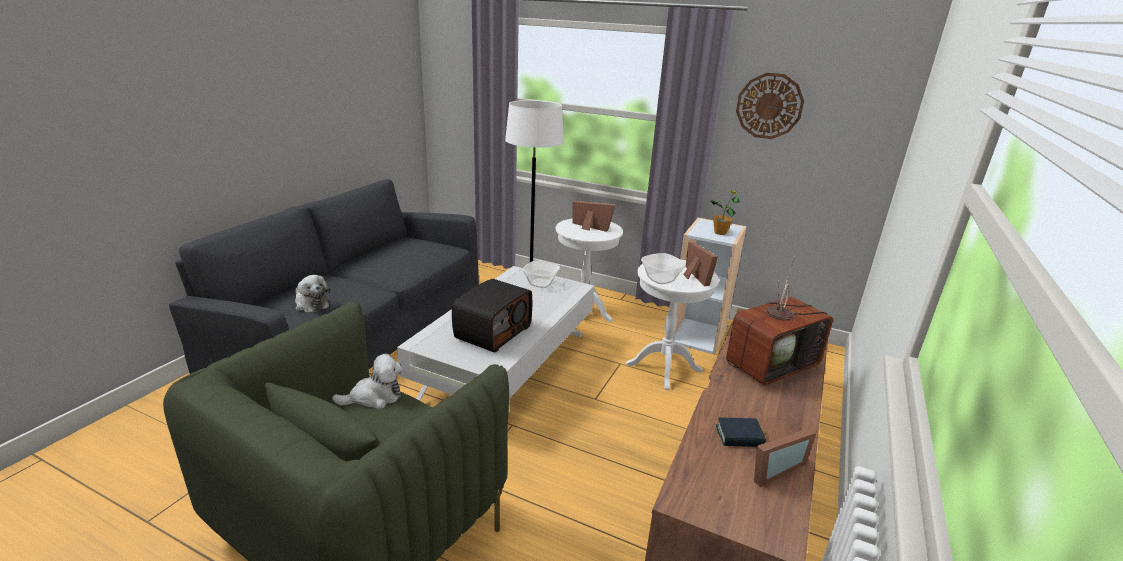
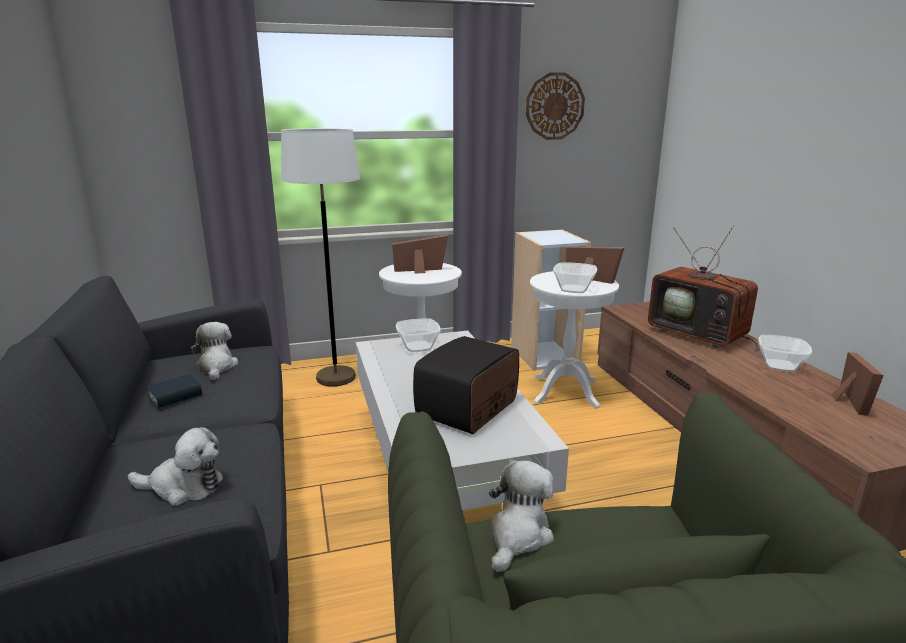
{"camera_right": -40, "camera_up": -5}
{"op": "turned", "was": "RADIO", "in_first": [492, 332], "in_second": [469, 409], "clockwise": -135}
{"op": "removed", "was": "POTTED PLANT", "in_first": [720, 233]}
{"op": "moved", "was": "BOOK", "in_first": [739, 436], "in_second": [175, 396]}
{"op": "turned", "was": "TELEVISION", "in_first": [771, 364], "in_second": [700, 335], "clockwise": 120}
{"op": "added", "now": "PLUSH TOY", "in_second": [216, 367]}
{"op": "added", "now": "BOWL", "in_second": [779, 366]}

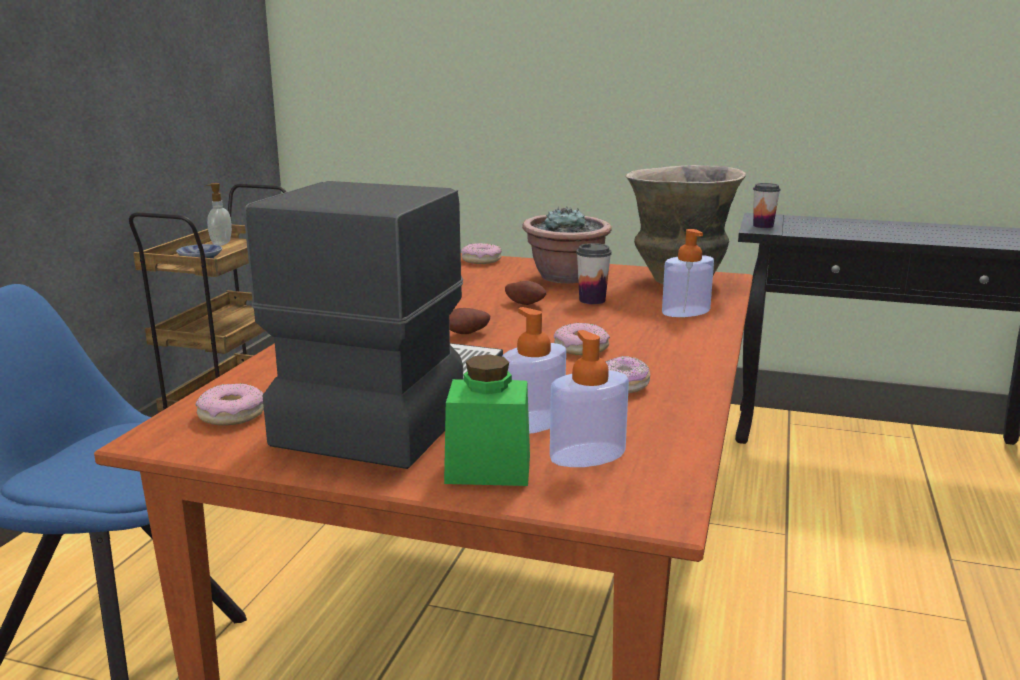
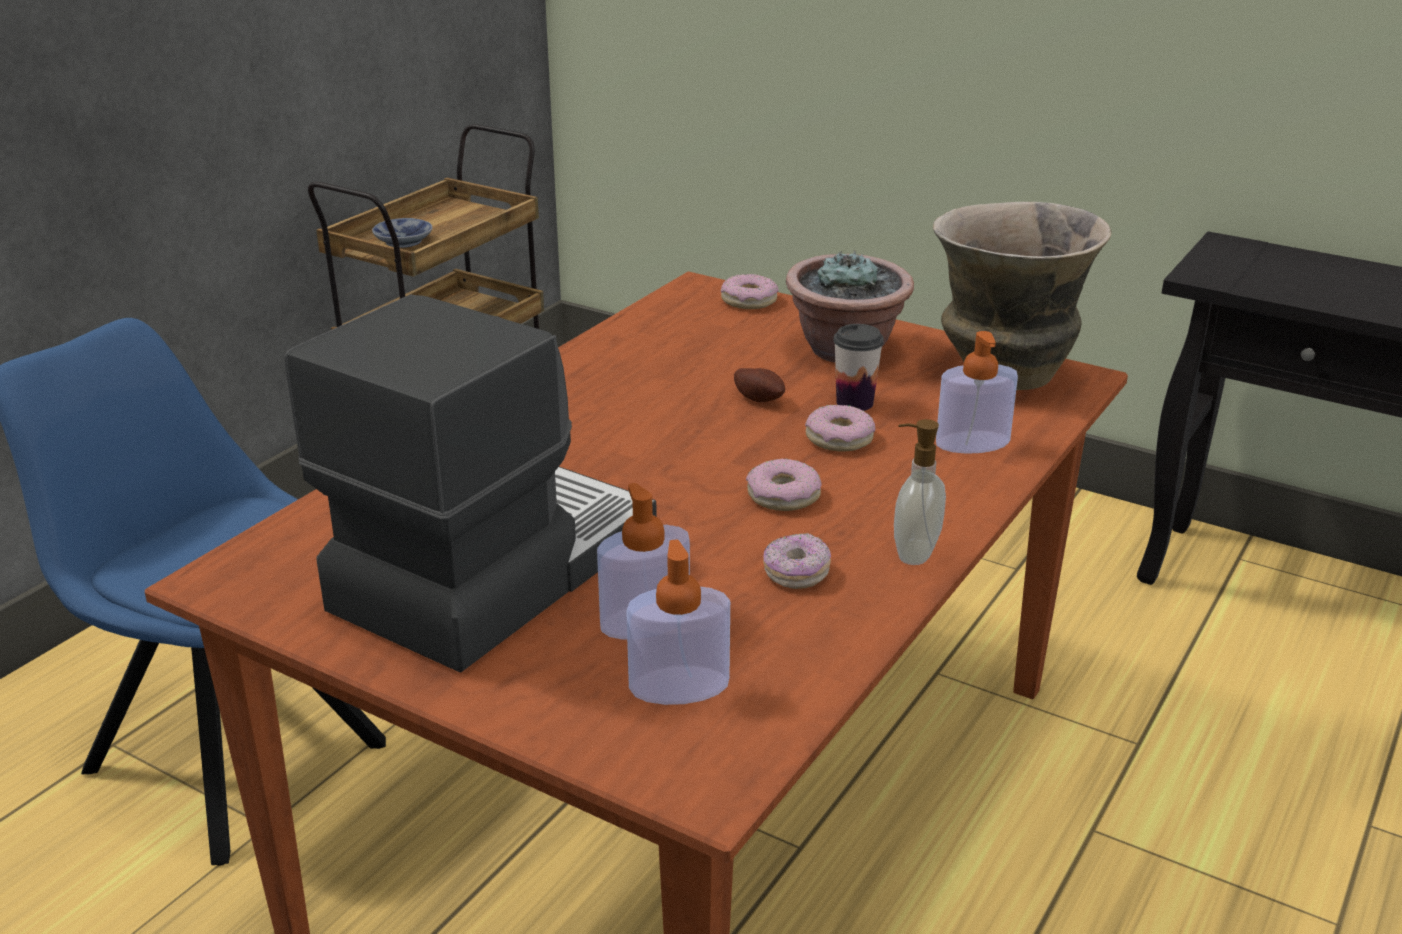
{"camera_right": 15, "camera_up": 10}
{"op": "moved", "was": "DONUT", "in_first": [231, 414], "in_second": [839, 438]}
{"op": "moved", "was": "SOAP DISPENSER", "in_first": [220, 244], "in_second": [913, 553]}
{"op": "removed", "was": "GREEN JAR", "in_first": [488, 469]}
{"op": "removed", "was": "POTATO", "in_first": [467, 334]}
{"op": "removed", "was": "CUP", "in_first": [763, 226]}

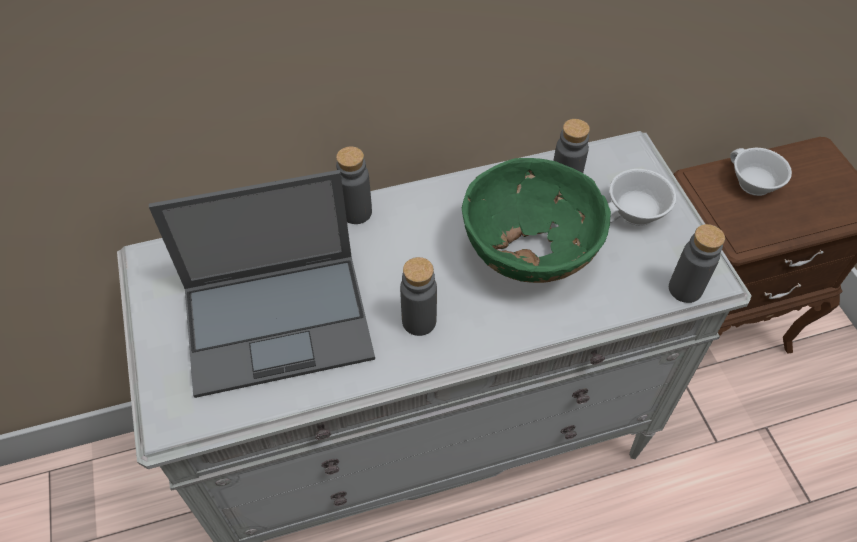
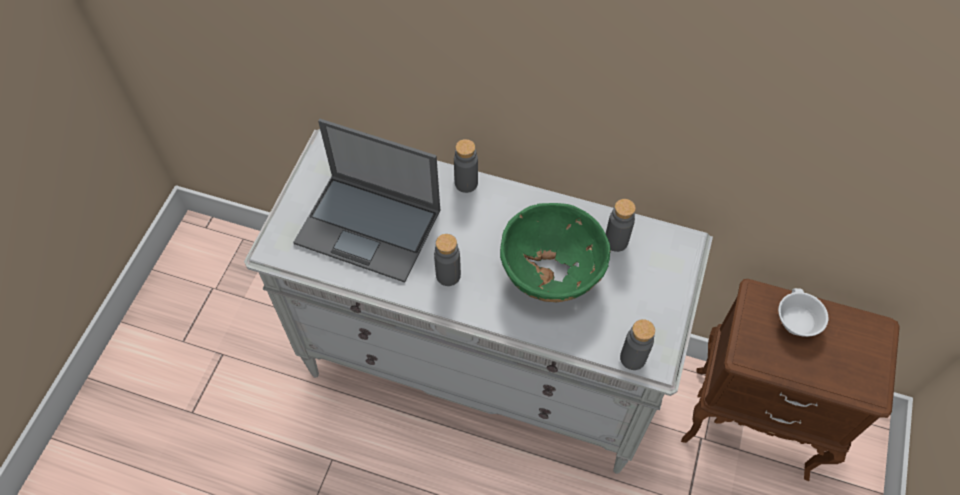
{"camera_right": 35, "camera_up": 5}
{"op": "removed", "was": "WHITE CUP", "in_first": [636, 213]}

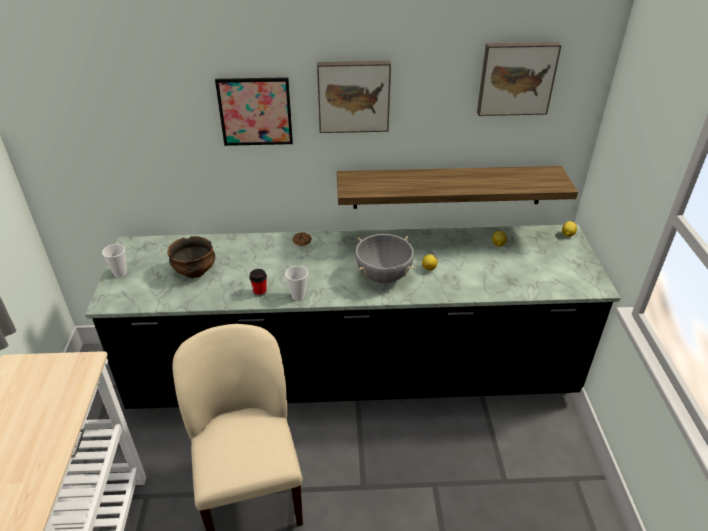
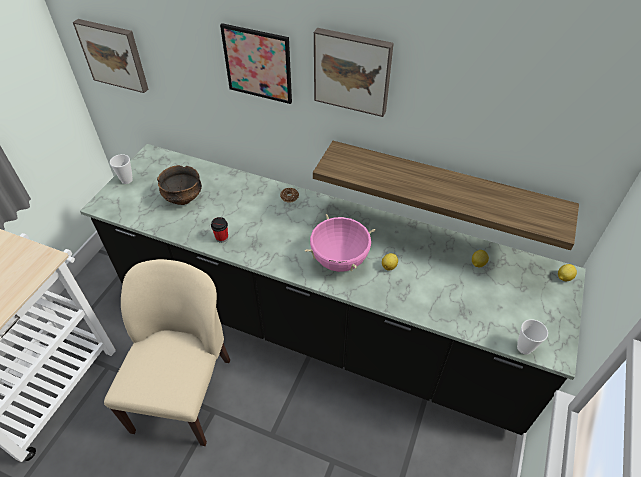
{"camera_right": 25, "camera_up": 10}
{"op": "moved", "was": "CUP", "in_first": [298, 296], "in_second": [524, 348]}
{"op": "recoloured", "was": "GREY COOKING POT", "now": "PINK COOKING POT", "in_first": [383, 276], "in_second": [339, 260]}
{"op": "moved", "was": "PICTURE", "in_first": [516, 78], "in_second": [114, 55]}

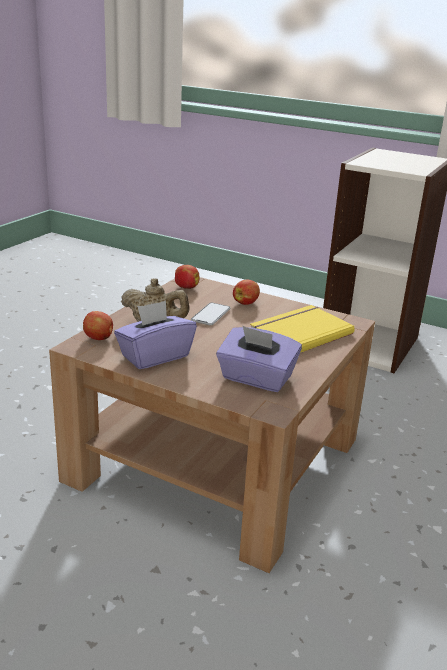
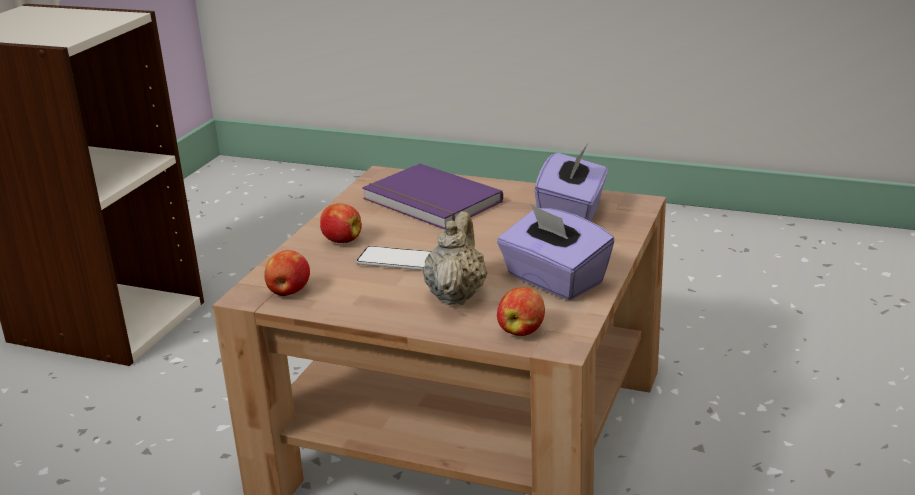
{"camera_right": -95, "camera_up": 0}
{"op": "recoloured", "was": "YELLOW BOOK", "now": "PURPLE BOOK", "in_first": [299, 332], "in_second": [429, 202]}

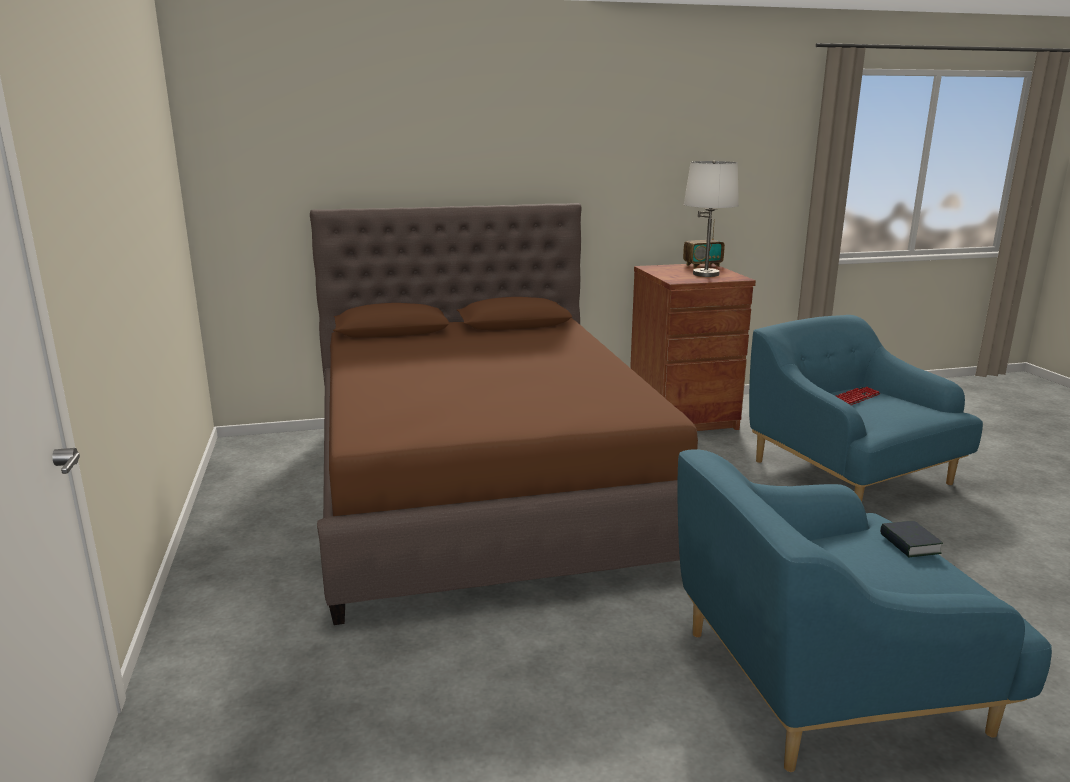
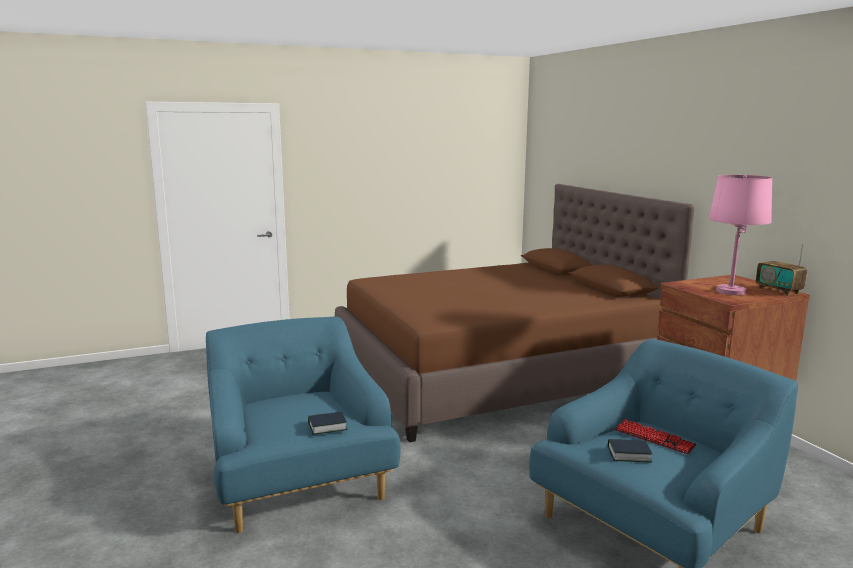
{"camera_right": 80, "camera_up": -5}
{"op": "recoloured", "was": "WHITE TABLE LAMP", "now": "PINK TABLE LAMP", "in_first": [706, 274], "in_second": [731, 291]}
{"op": "added", "now": "BOOK", "in_second": [629, 454]}

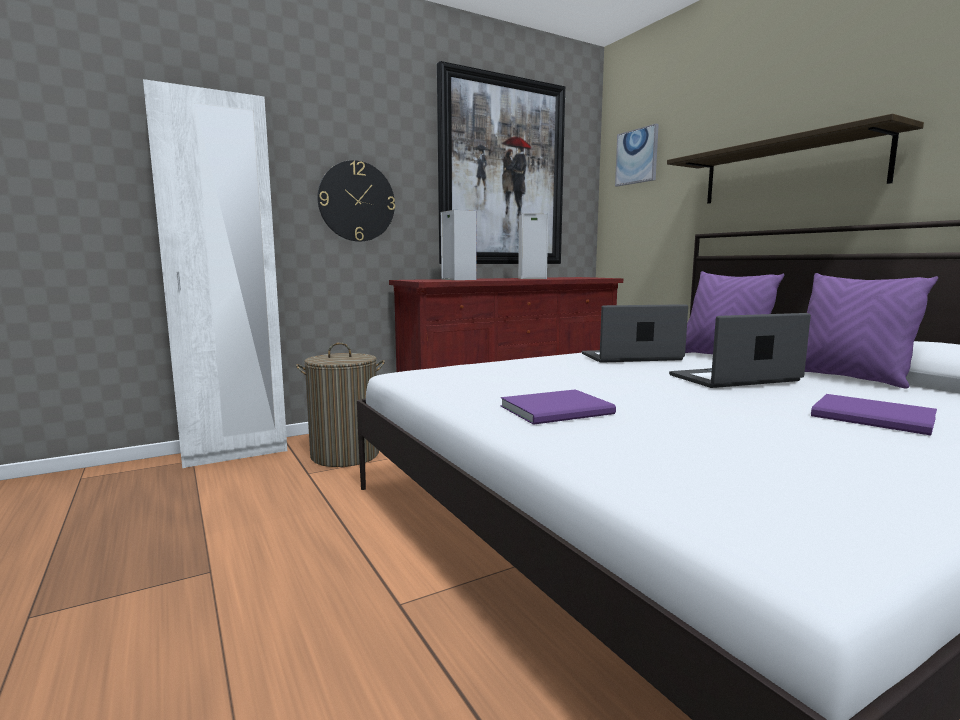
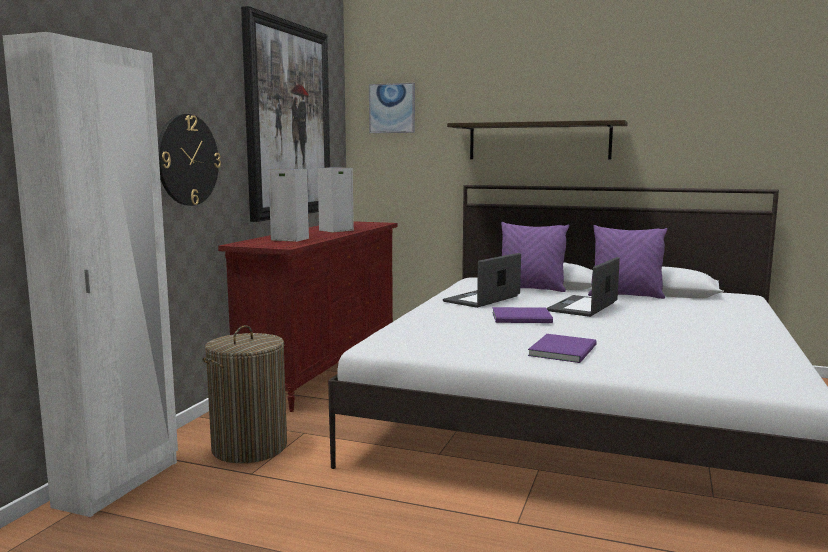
{"camera_right": -40, "camera_up": 0}
{"op": "moved", "was": "PURPLE BOOK", "in_first": [876, 418], "in_second": [523, 318]}

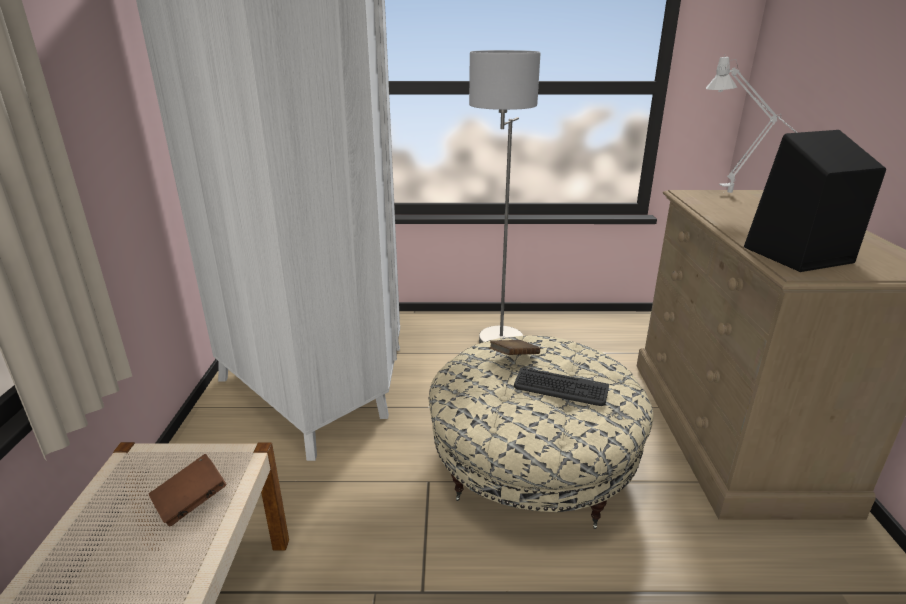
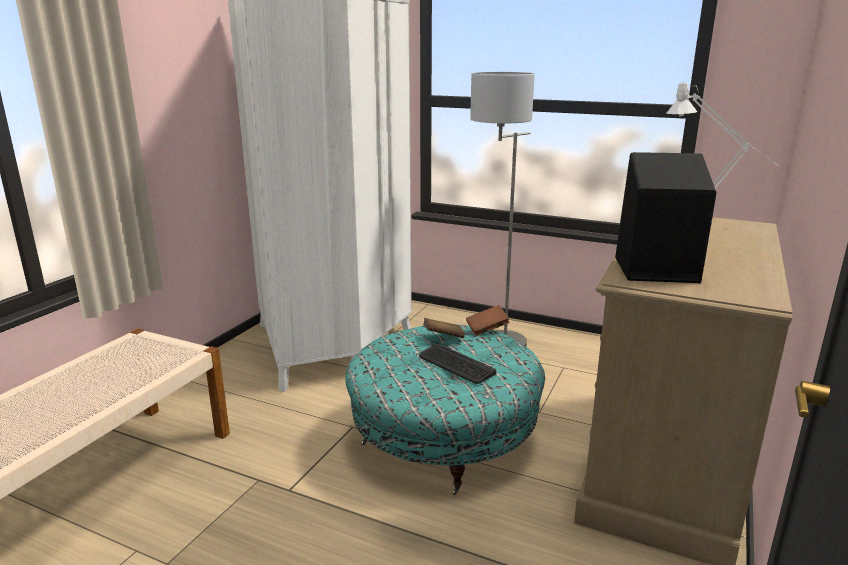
{"camera_right": 25, "camera_up": -5}
{"op": "moved", "was": "BROWN BOOK", "in_first": [191, 502], "in_second": [487, 329]}
{"op": "recoloured", "was": "BEIGE OTTOMAN", "now": "TURQUOISE OTTOMAN", "in_first": [532, 465], "in_second": [444, 439]}

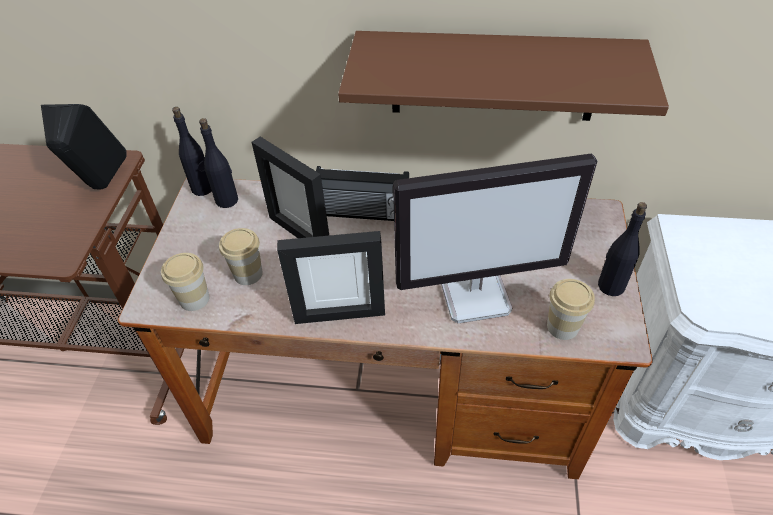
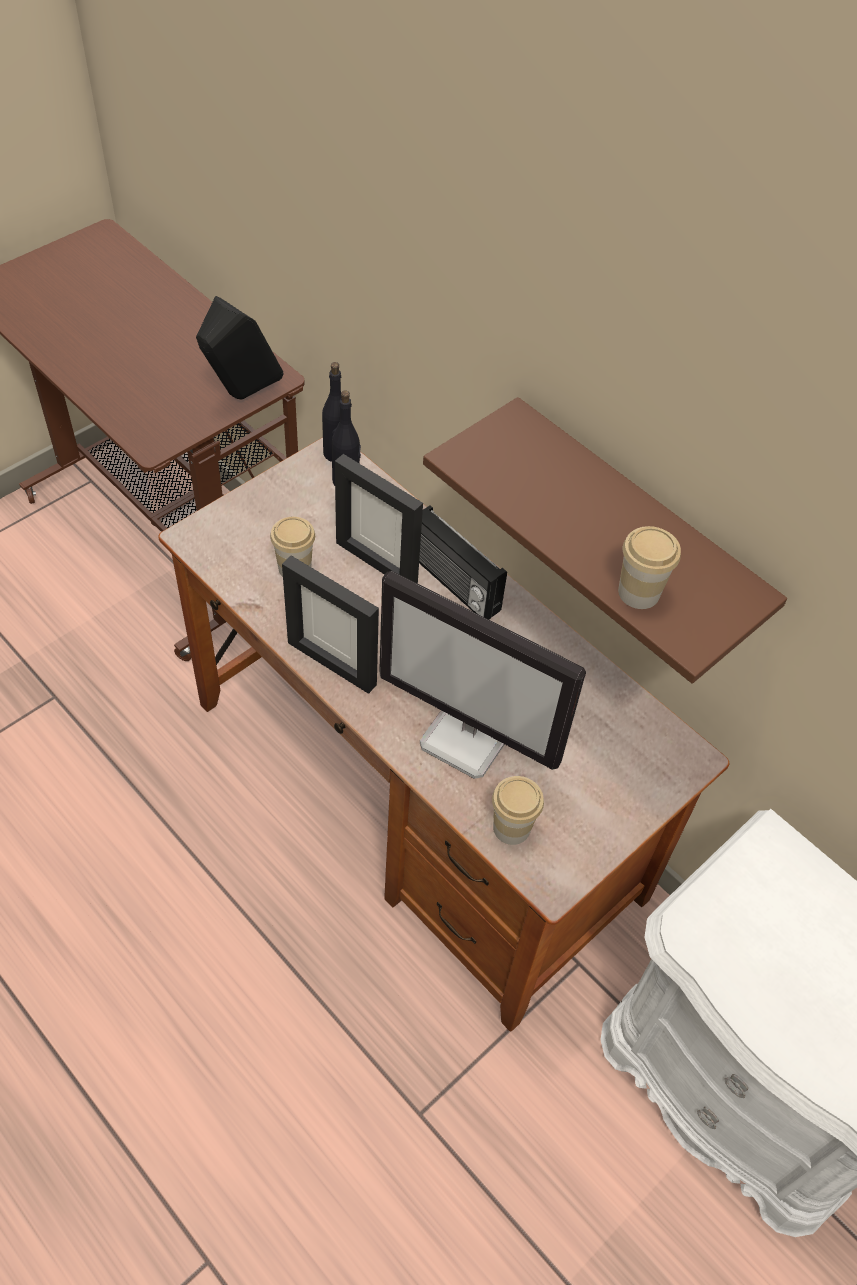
{"camera_right": 35, "camera_up": 5}
{"op": "moved", "was": "CUP", "in_first": [194, 299], "in_second": [638, 592]}
{"op": "turned", "was": "PICTURE FRAME", "in_first": [301, 232], "in_second": [377, 561], "clockwise": -45}
{"op": "removed", "was": "BLACK BOTTLE", "in_first": [610, 286]}

